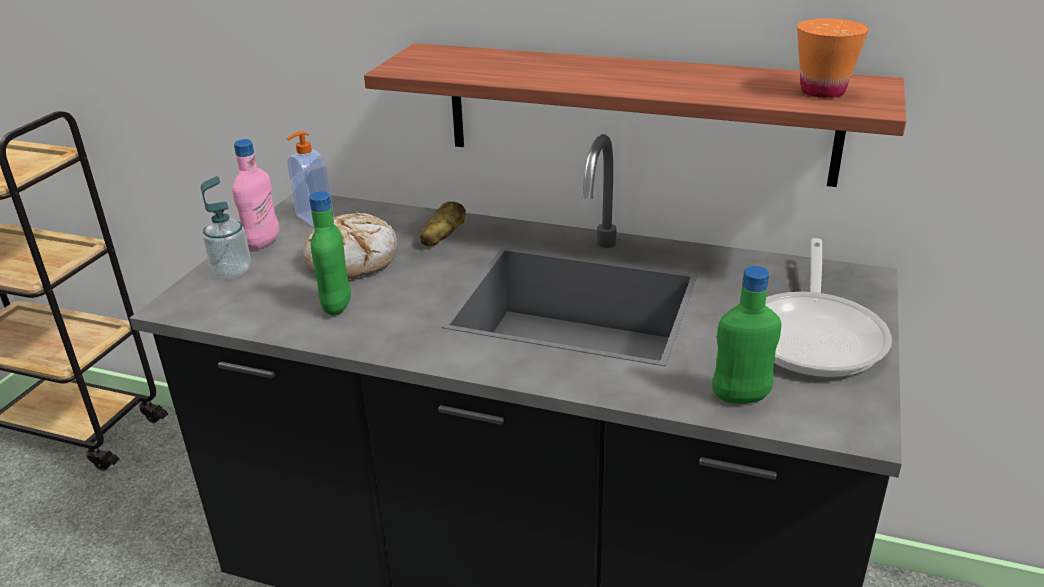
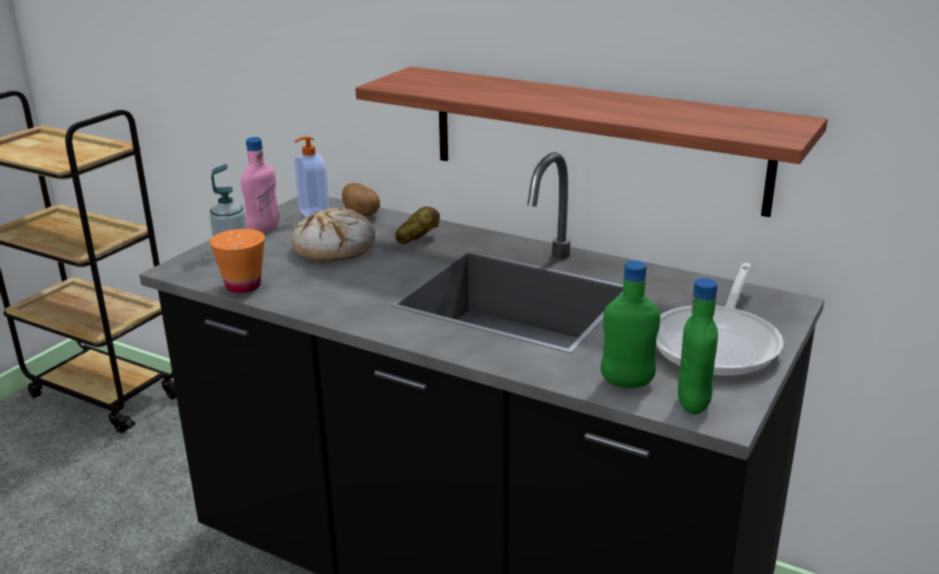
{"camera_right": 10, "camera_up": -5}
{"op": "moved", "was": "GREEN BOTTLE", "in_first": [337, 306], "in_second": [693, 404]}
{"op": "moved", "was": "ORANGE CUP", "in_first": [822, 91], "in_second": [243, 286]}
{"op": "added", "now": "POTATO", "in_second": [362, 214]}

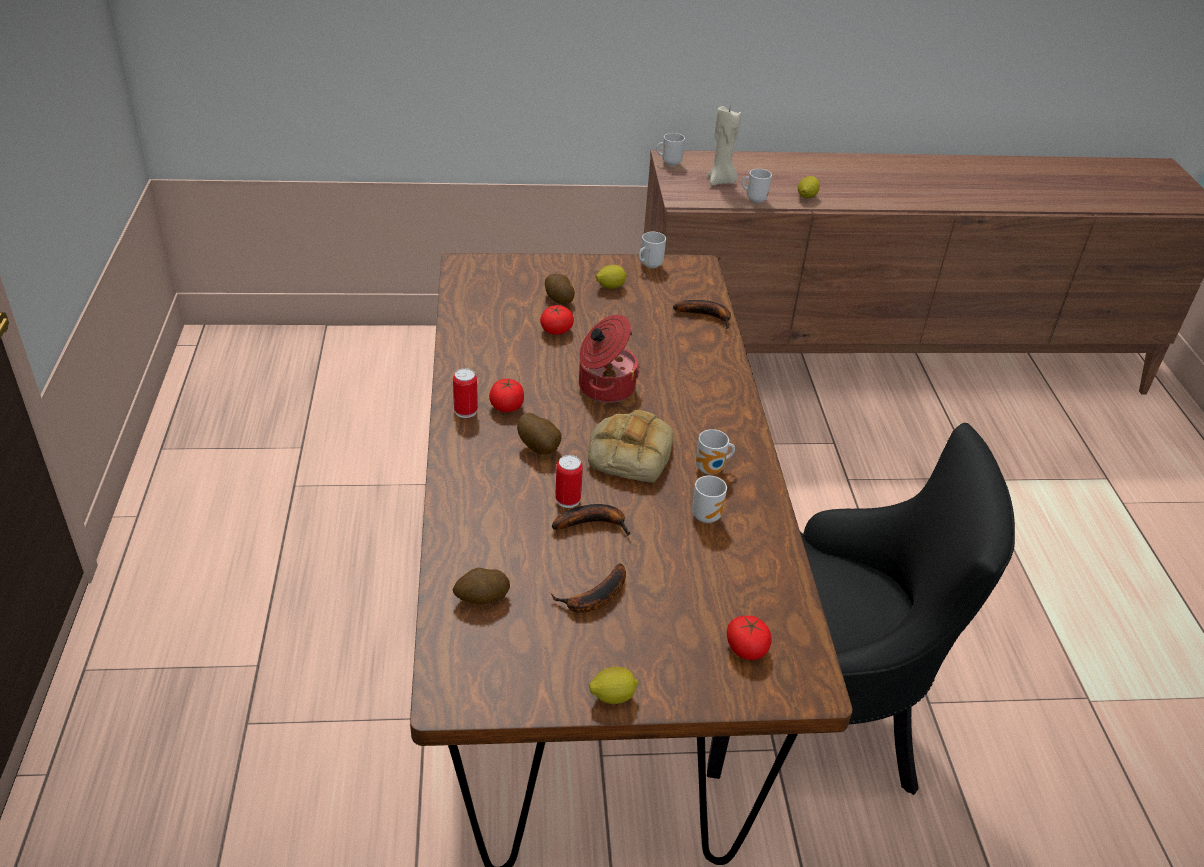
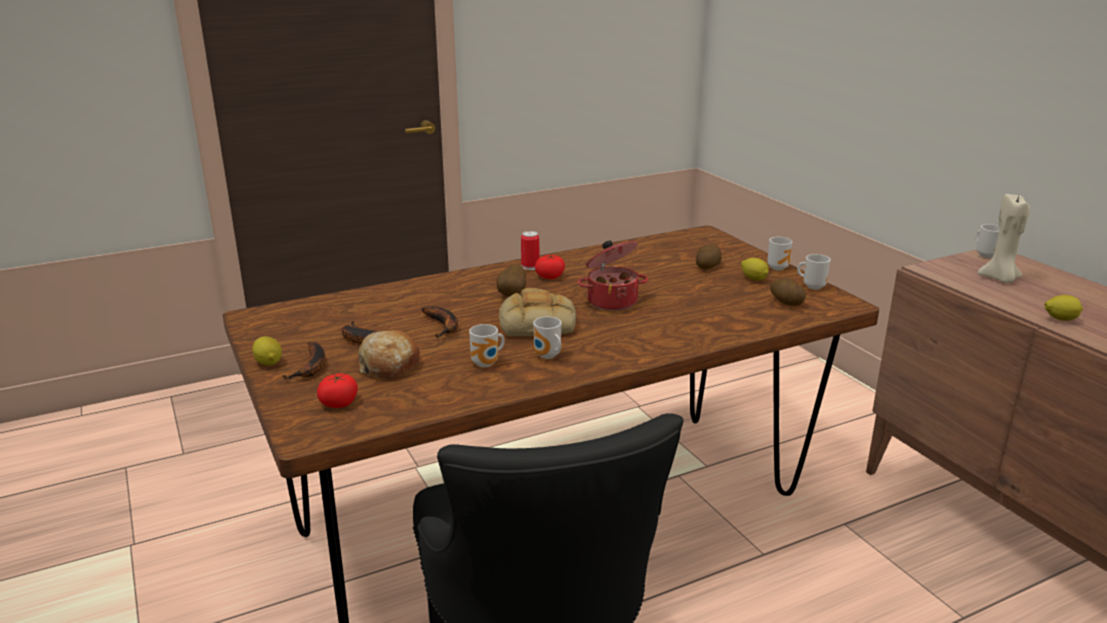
{"camera_right": 70, "camera_up": -15}
{"op": "moved", "was": "POTATO", "in_first": [482, 598], "in_second": [785, 302]}
{"op": "removed", "was": "TOMATO", "in_first": [556, 330]}
{"op": "removed", "was": "CAN", "in_first": [568, 499]}
{"op": "moved", "was": "BANANA", "in_first": [707, 316], "in_second": [312, 367]}
{"op": "moved", "was": "MUG", "in_first": [755, 199], "in_second": [778, 267]}
{"op": "added", "now": "BREAD", "in_second": [389, 366]}

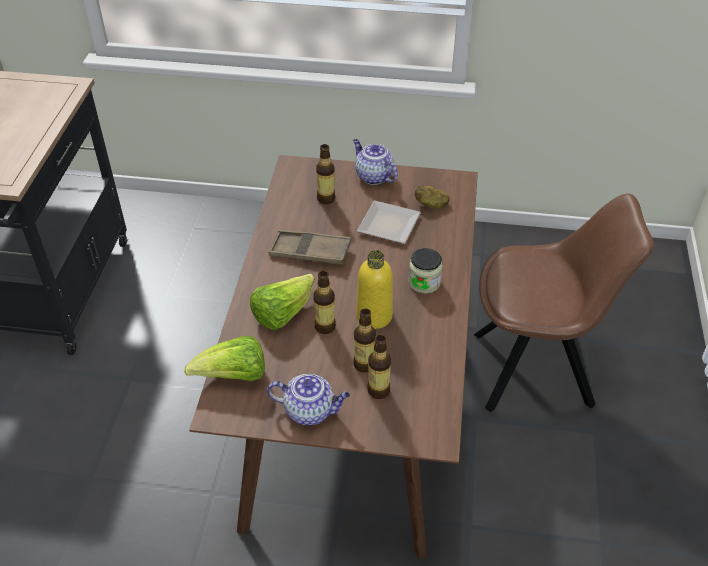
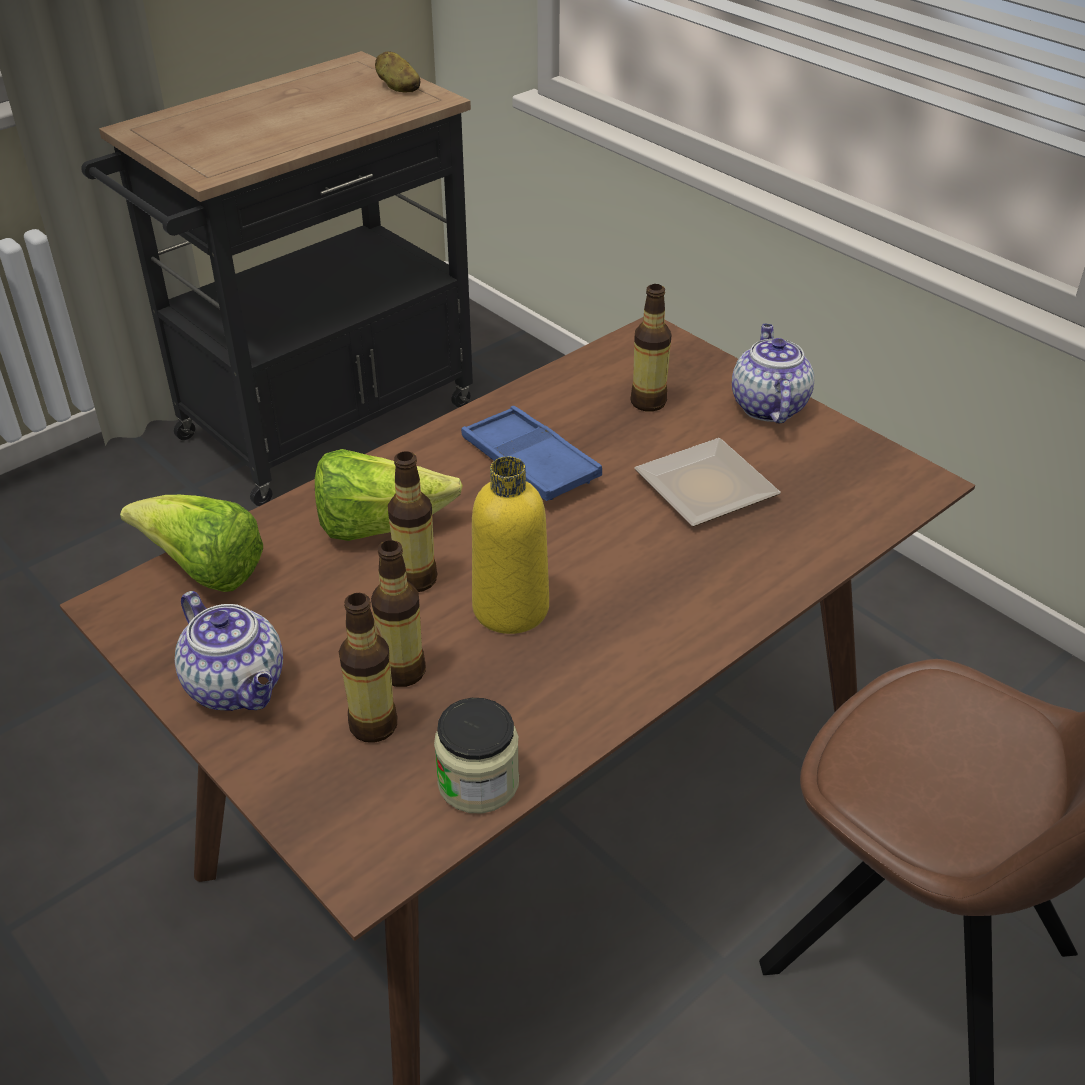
{"camera_right": 40, "camera_up": -5}
{"op": "recoloured", "was": "BROWN TRAY", "now": "BLUE TRAY", "in_first": [310, 252], "in_second": [529, 462]}
{"op": "moved", "was": "JAR", "in_first": [424, 282], "in_second": [478, 782]}
{"op": "moved", "was": "POTATO", "in_first": [431, 204], "in_second": [398, 88]}

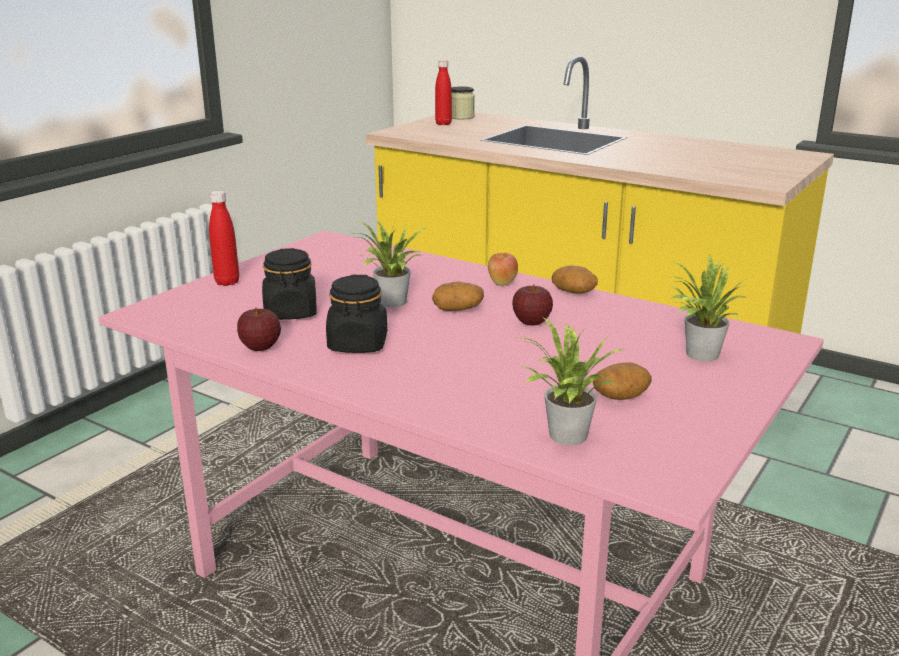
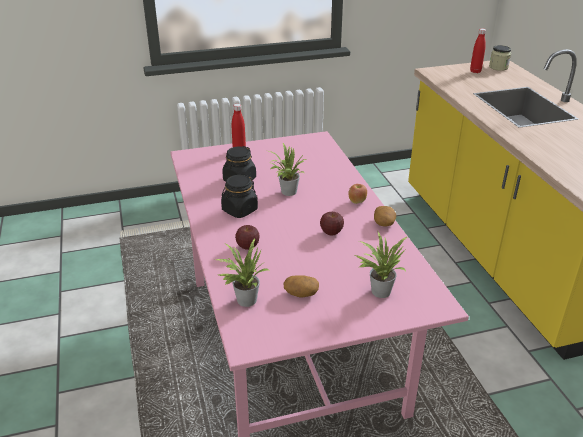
{"camera_right": 40, "camera_up": 10}
{"op": "moved", "was": "APPLE", "in_first": [260, 347], "in_second": [248, 246]}
{"op": "removed", "was": "POTATO", "in_first": [458, 309]}

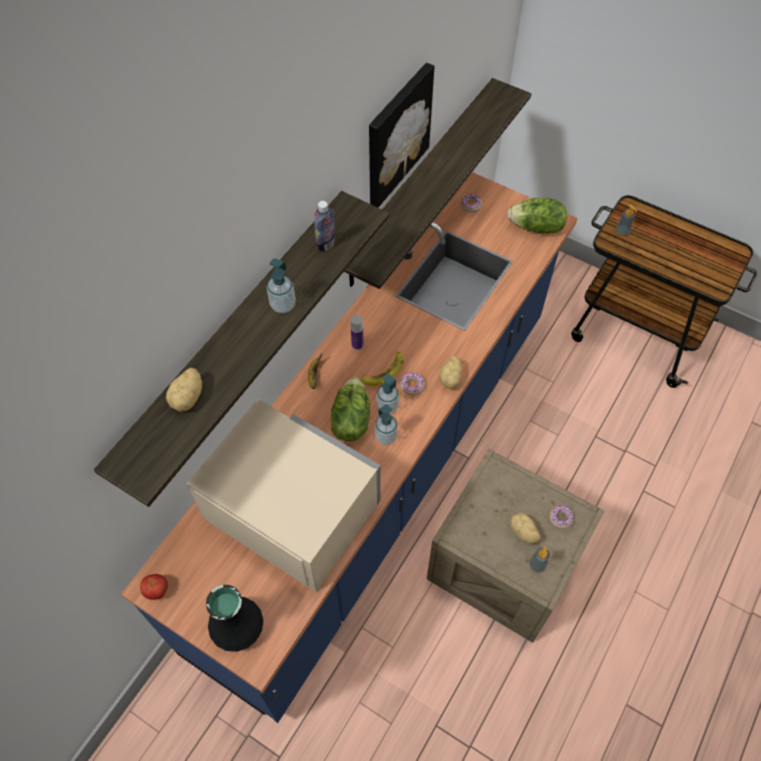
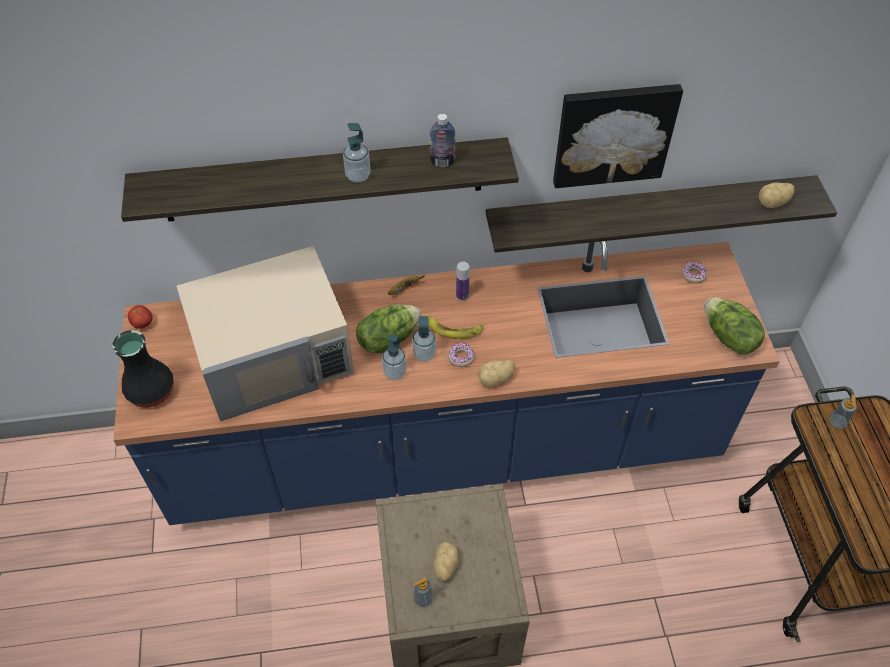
{"camera_right": 50, "camera_up": -5}
{"op": "moved", "was": "POTATO", "in_first": [188, 397], "in_second": [773, 203]}
{"op": "turned", "was": "BEIGE MICROWAVE", "in_first": [290, 508], "in_second": [274, 355], "clockwise": 75}
{"op": "removed", "was": "DONUT", "in_first": [560, 518]}

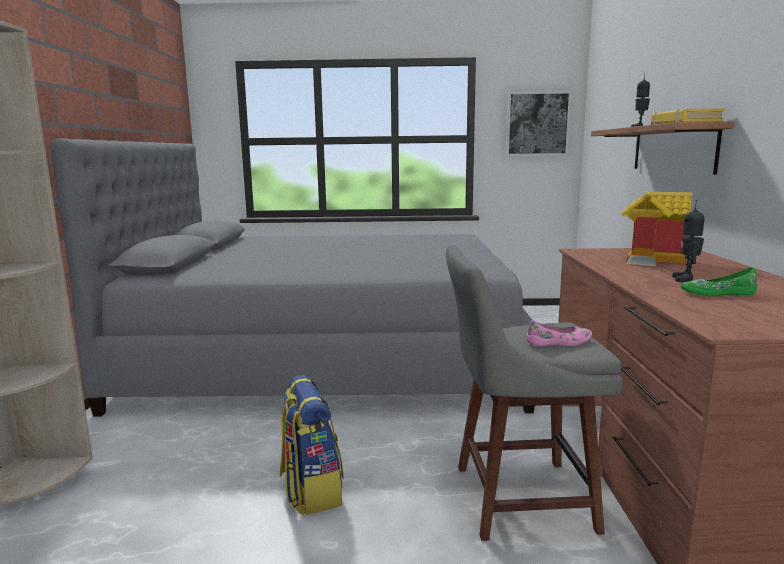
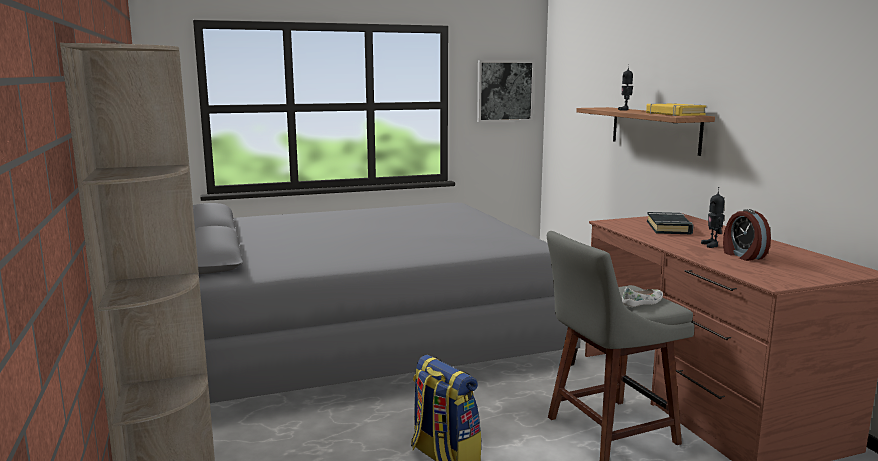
{"camera_right": -20, "camera_up": 0}
{"op": "recoloured", "was": "PINK SHOE", "now": "WHITE SHOE", "in_first": [559, 342], "in_second": [643, 302]}
{"op": "replaced", "was": "TOY HOUSE", "now": "BLACK BOOK", "in_first": [651, 259], "in_second": [669, 228]}
{"op": "replaced", "was": "GREEN SHOE", "now": "ALARM CLOCK", "in_first": [716, 293], "in_second": [742, 256]}

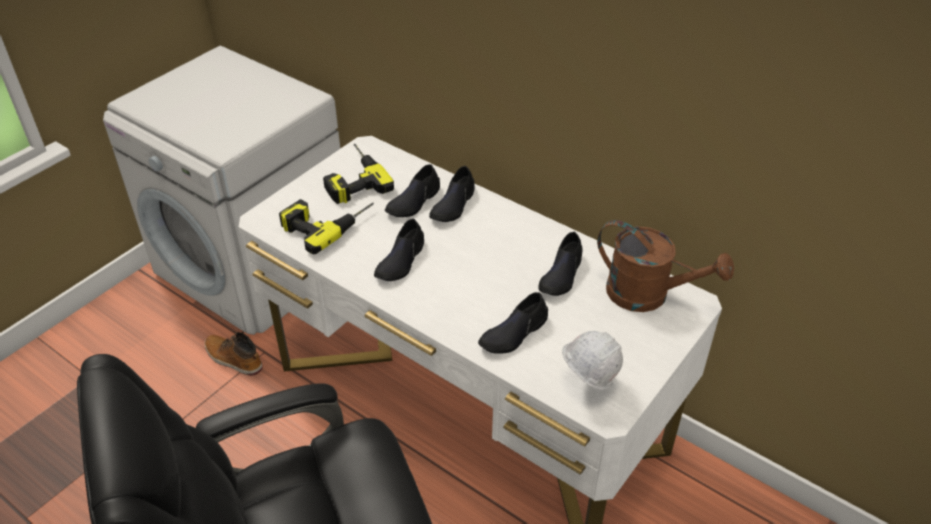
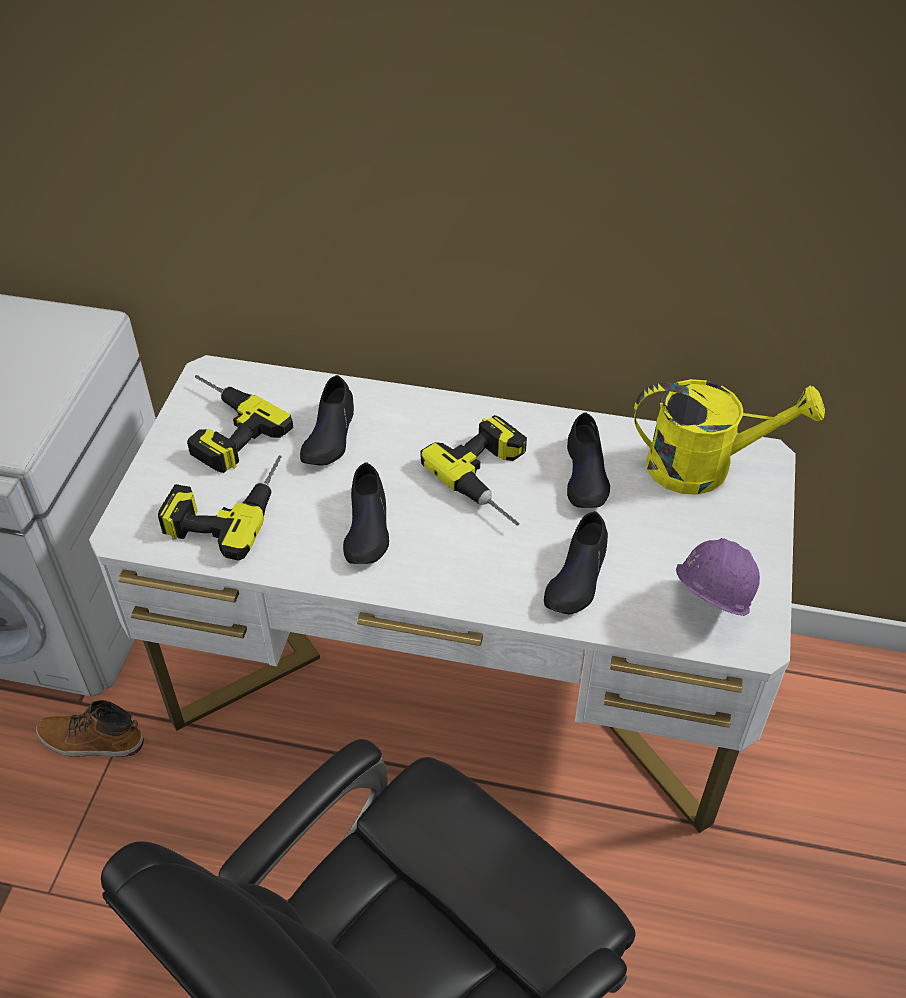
{"camera_right": -25, "camera_up": 5}
{"op": "removed", "was": "BLACK SHOE", "in_first": [453, 205]}
{"op": "recoloured", "was": "WHITE HARD HAT", "now": "PURPLE HARD HAT", "in_first": [586, 383], "in_second": [705, 609]}
{"op": "recoloured", "was": "BROWN WATERING CAN", "now": "YELLOW WATERING CAN", "in_first": [648, 295], "in_second": [704, 466]}
{"op": "added", "now": "POWER DRILL", "in_second": [495, 479]}

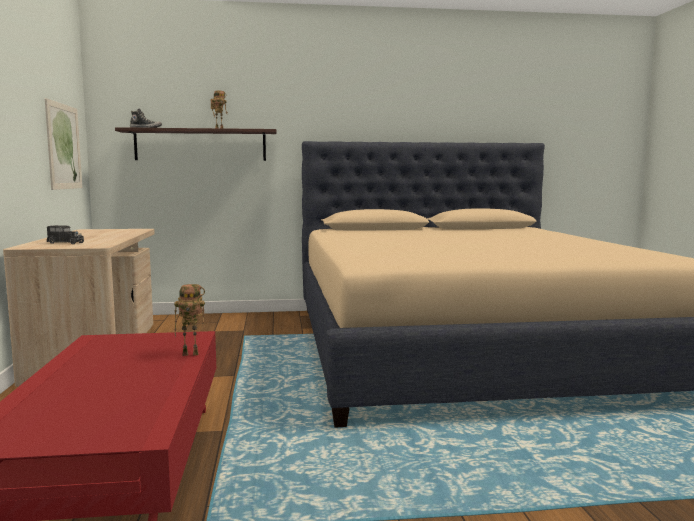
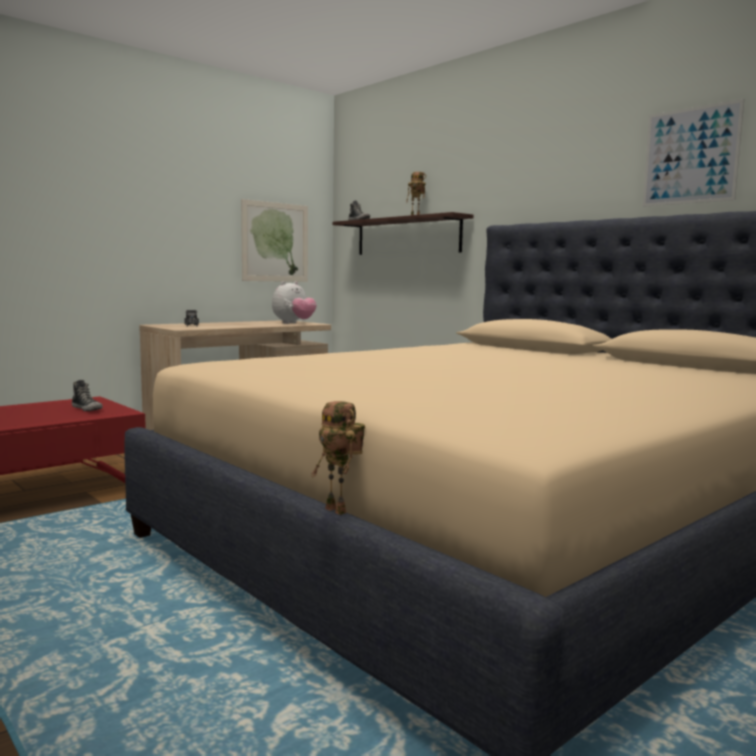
{"camera_right": 55, "camera_up": 0}
{"op": "moved", "was": "TOY ROBOT", "in_first": [192, 354], "in_second": [339, 510]}
{"op": "added", "now": "SHOE", "in_second": [87, 409]}
{"op": "added", "now": "PLUSH TOY", "in_second": [293, 323]}
{"op": "added", "now": "PICTURE", "in_second": [690, 156]}

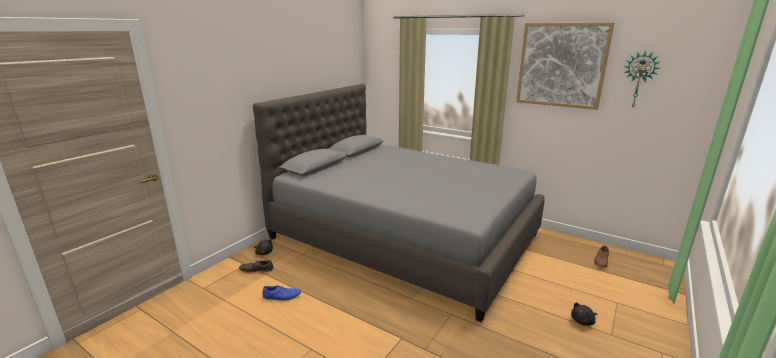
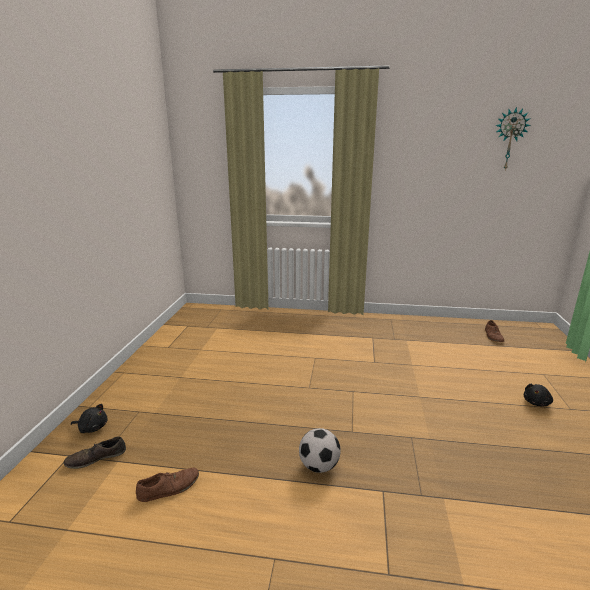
{"camera_right": -25, "camera_up": 0}
{"op": "removed", "was": "GREY BED", "in_first": [404, 236]}
{"op": "recoloured", "was": "BLUE SHOE", "now": "BROWN SHOE", "in_first": [282, 296], "in_second": [169, 488]}
{"op": "removed", "was": "PICTURE", "in_first": [561, 65]}
{"op": "added", "now": "FOOTBALL", "in_second": [319, 466]}

